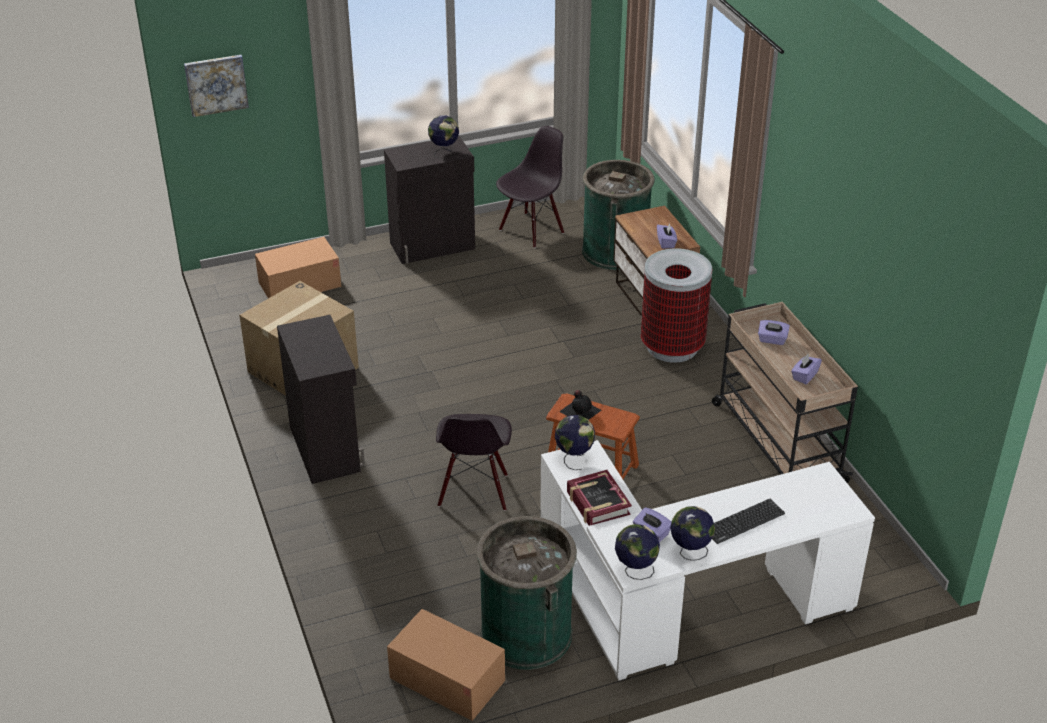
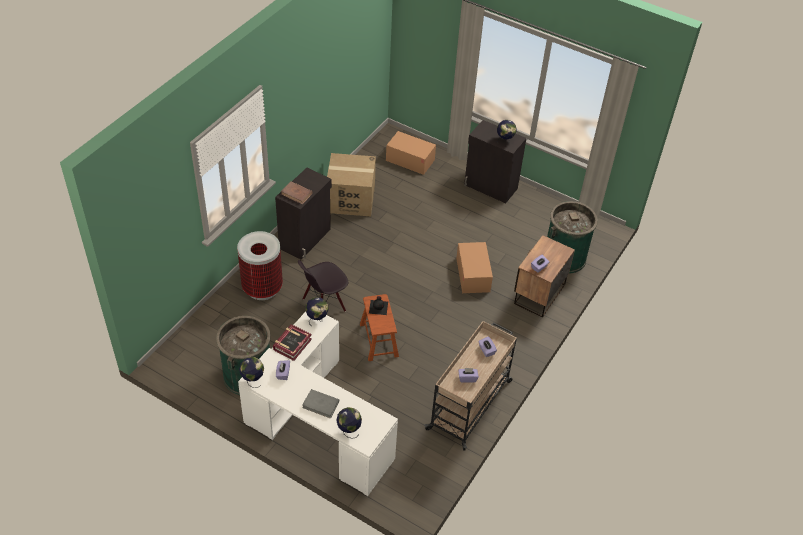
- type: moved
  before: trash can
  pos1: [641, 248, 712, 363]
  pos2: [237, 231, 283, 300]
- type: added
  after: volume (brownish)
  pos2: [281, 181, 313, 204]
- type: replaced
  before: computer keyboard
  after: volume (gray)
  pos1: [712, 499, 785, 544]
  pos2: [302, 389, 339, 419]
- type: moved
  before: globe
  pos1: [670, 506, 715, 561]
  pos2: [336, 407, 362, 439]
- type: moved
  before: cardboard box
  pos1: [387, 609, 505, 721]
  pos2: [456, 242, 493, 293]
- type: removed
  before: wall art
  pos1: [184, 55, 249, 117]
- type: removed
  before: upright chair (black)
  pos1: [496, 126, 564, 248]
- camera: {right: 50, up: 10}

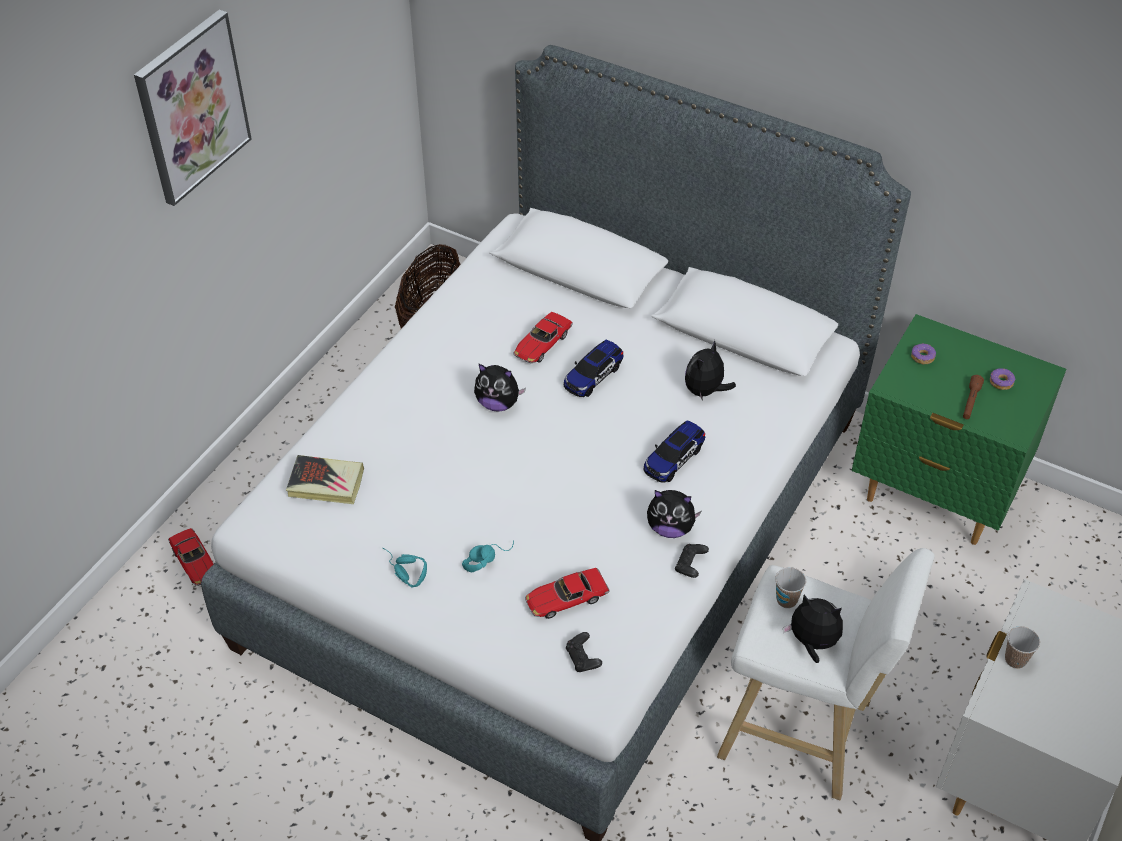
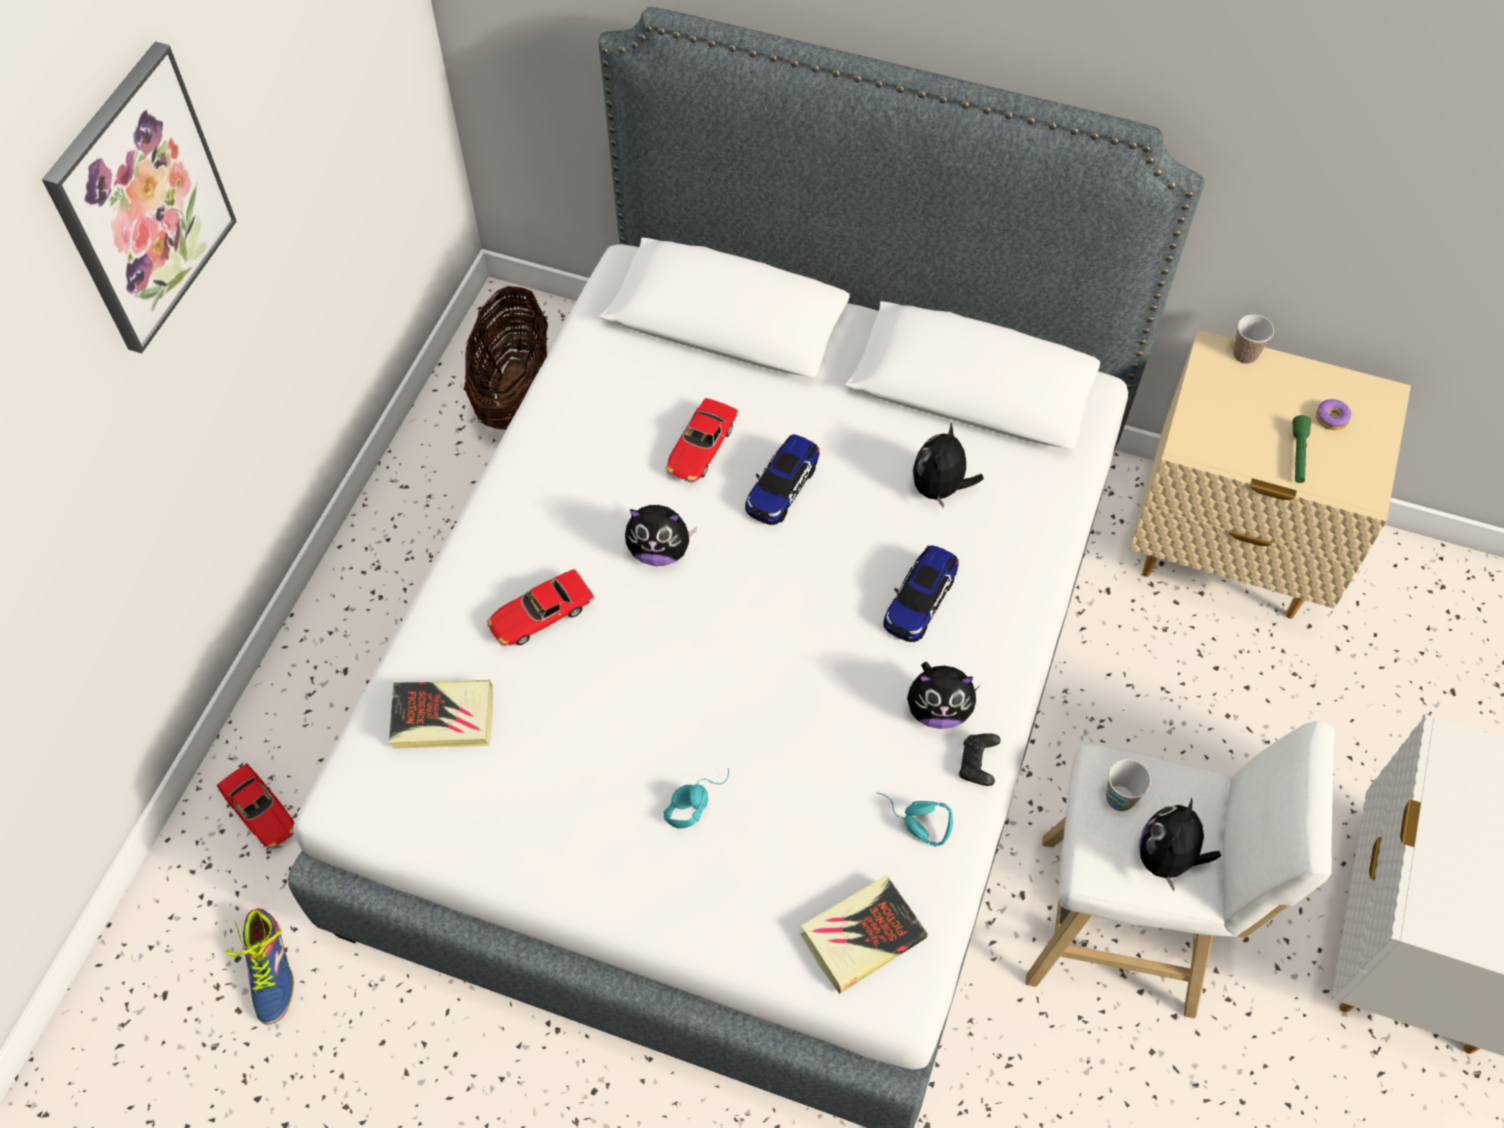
- type: added
  after: low shoe
  pos2: [226, 908, 294, 1025]
- type: moved
  before: model car
  pos1: [525, 568, 610, 619]
  pos2: [487, 569, 595, 646]
- type: replaced
  before: joypad (black)
  after: volume
  pos1: [566, 632, 602, 672]
  pos2: [800, 875, 928, 994]
- type: moved
  before: pair of headphones (turquoise)
  pos1: [383, 548, 427, 588]
  pos2: [877, 792, 953, 847]
- type: recoloured
  before: nightstand (greenish)
  after: nightstand (sand-coloured)
  pos1: [852, 314, 1066, 545]
  pos2: [1129, 330, 1411, 619]
- type: turned
  before: cuddly toy
  pos1: [783, 595, 843, 663]
  pos2: [1139, 797, 1221, 891]
  turn: -75
- type: moved
  before: drinking cup
  pos1: [1005, 626, 1040, 669]
  pos2: [1233, 314, 1274, 364]
- type: recoloured
  before: flashlight (brownish)
  after: flashlight (greenish)
  pos1: [963, 375, 984, 419]
  pos2: [1293, 415, 1311, 483]
- type: removed
  before: donut
  pos1: [911, 343, 936, 364]
- camera: {right: -10, up: 10}

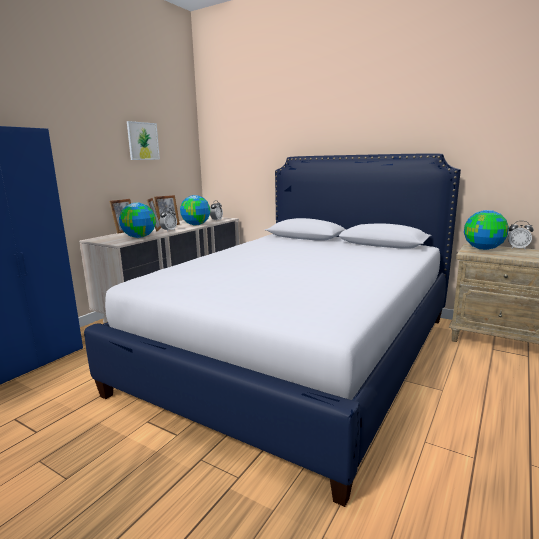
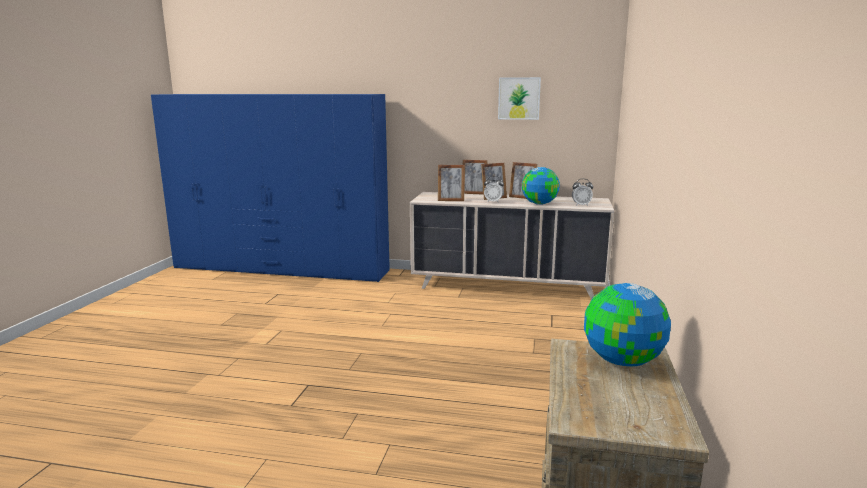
- type: replaced
  before: globe
  after: picture frame
  pos1: [119, 203, 156, 238]
  pos2: [438, 165, 465, 201]
- type: removed
  before: bedroom bed
  pos1: [84, 153, 461, 507]
- type: removed
  before: alarm clock
  pos1: [508, 221, 534, 250]
- camera: {right: 70, up: 0}

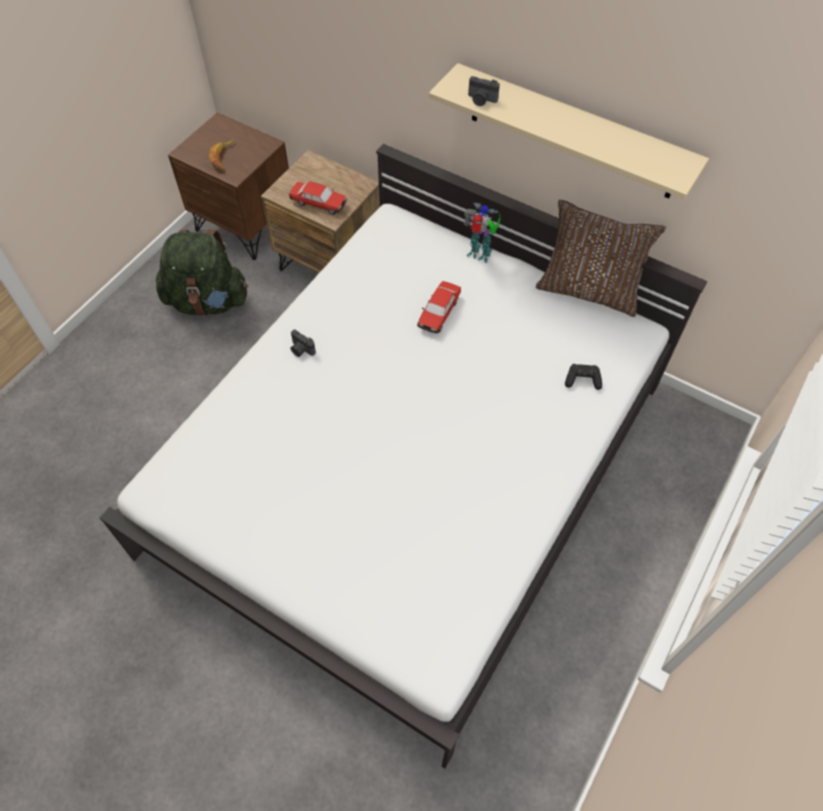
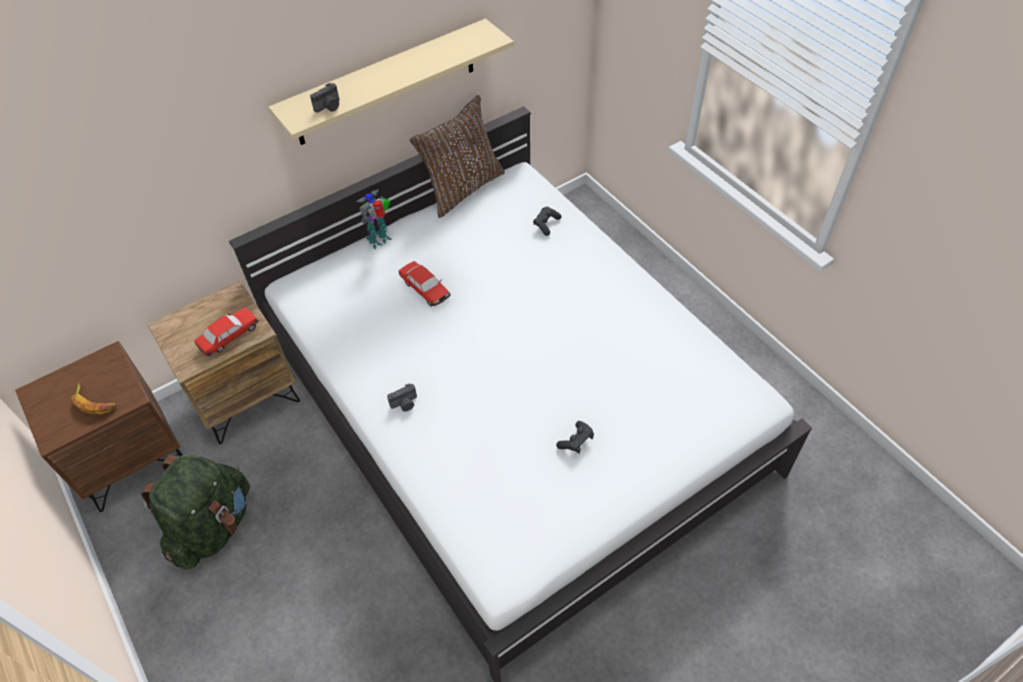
- type: added
  after: joypad (black)
  pos2: [556, 421, 594, 454]
- camera: {right: -65, up: -5}

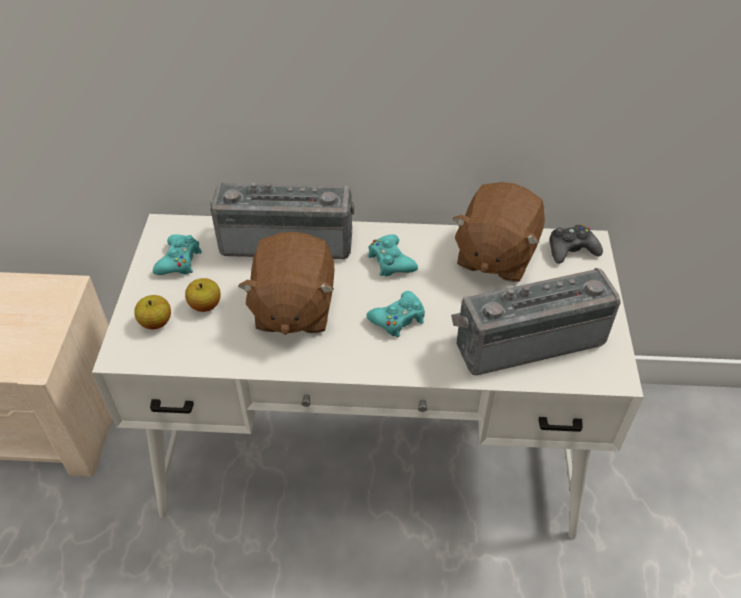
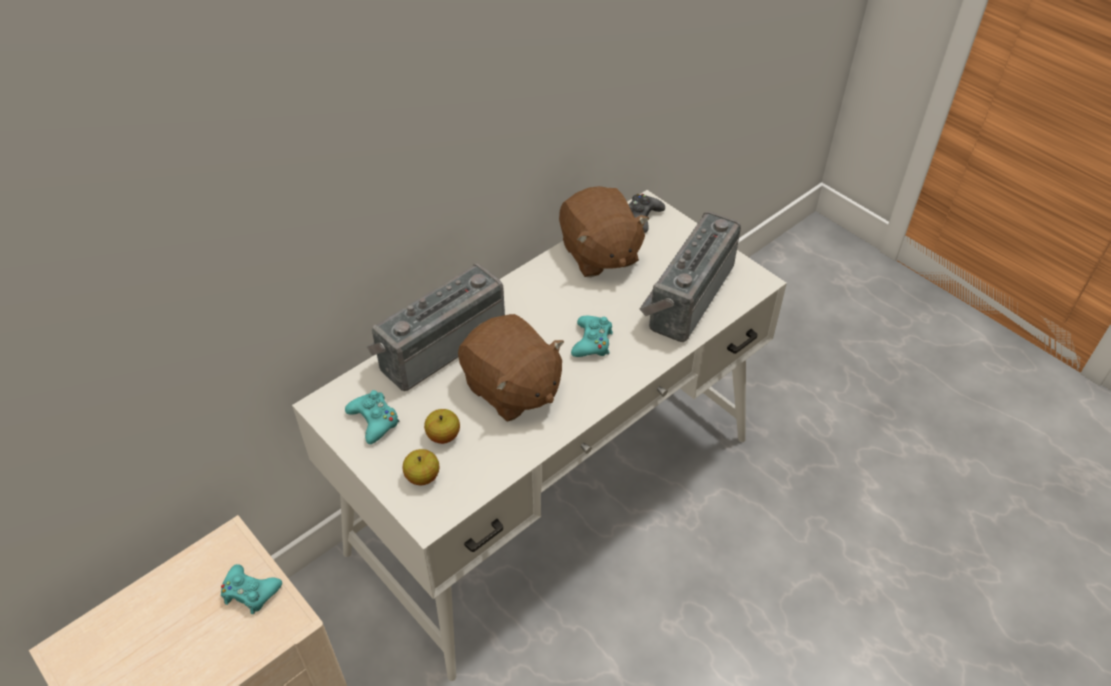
- type: moved
  before: joypad (turquoise)
  pos1: [368, 234, 418, 276]
  pos2: [221, 564, 282, 614]
- camera: {right: -45, up: 0}

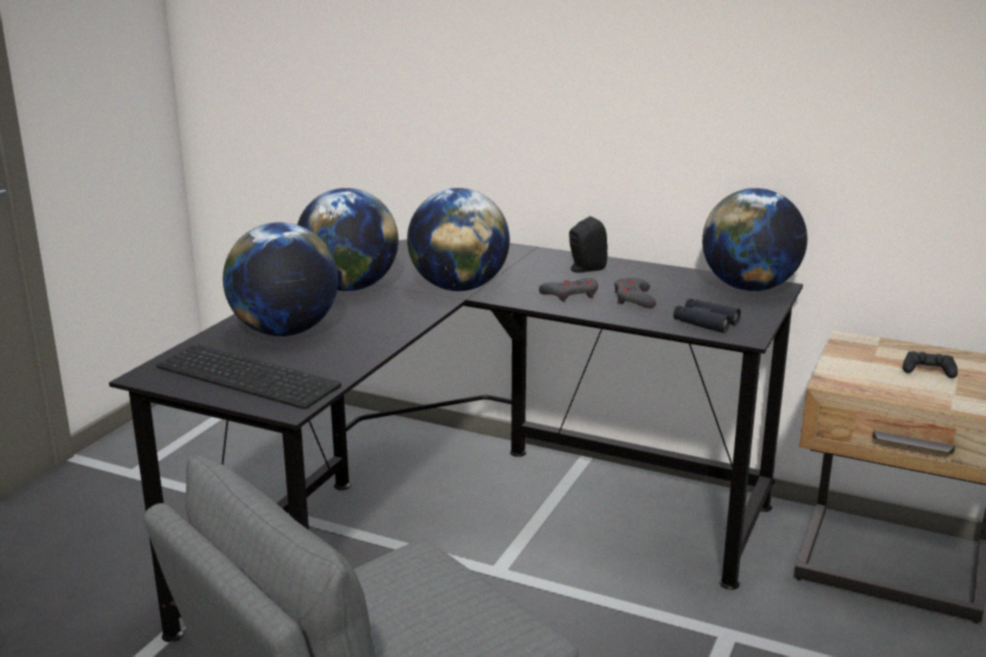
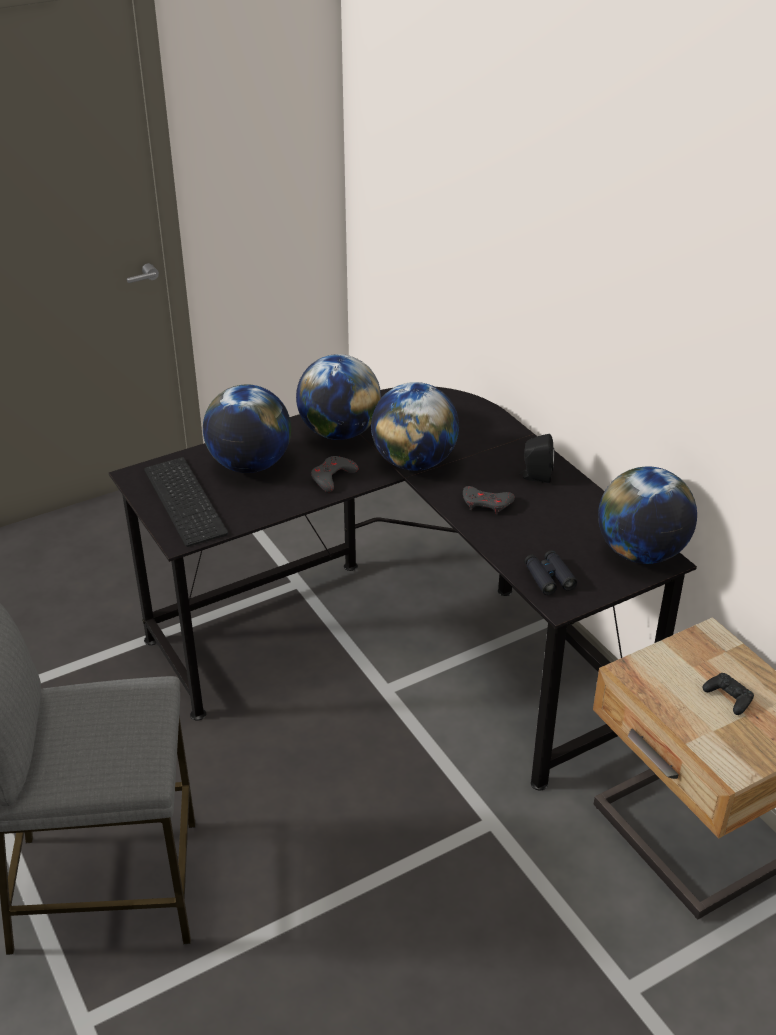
- type: moved
  before: joypad (gray)
  pos1: [614, 278, 656, 308]
  pos2: [311, 456, 358, 492]
- camera: {right: 35, up: 15}

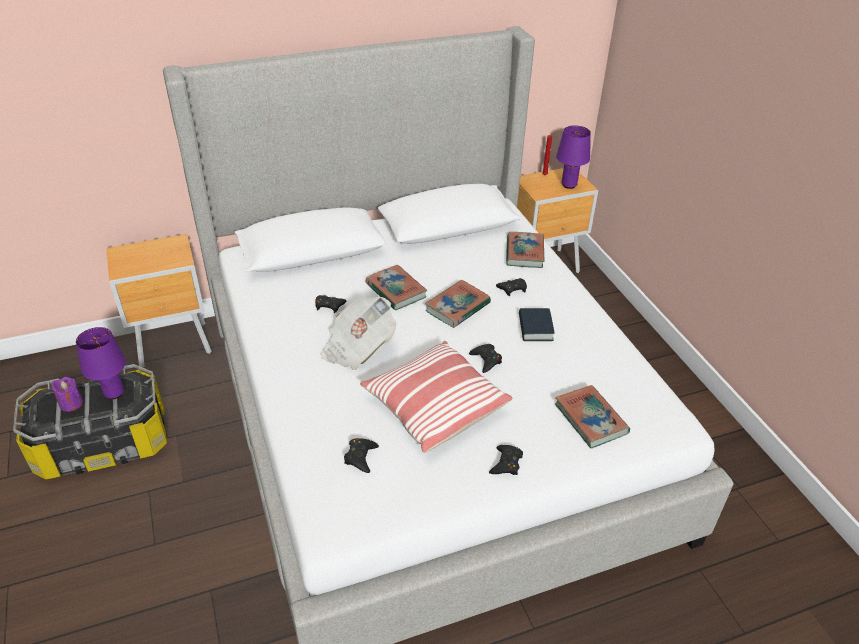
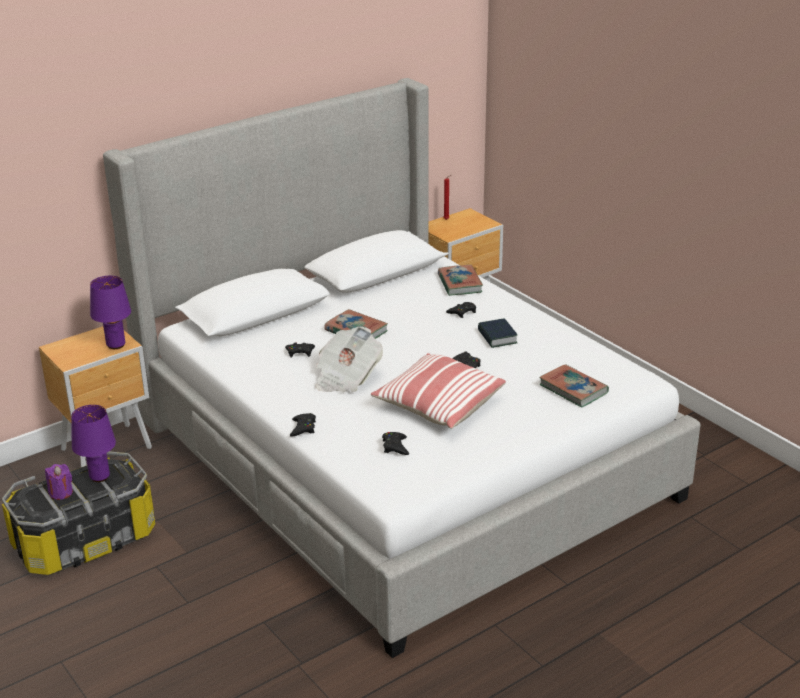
- type: moved
  before: tabletop lamp (purple-coloured)
  pos1: [556, 125, 591, 189]
  pos2: [90, 276, 131, 349]
- type: moved
  before: joypad (black)
  pos1: [489, 445, 523, 475]
  pos2: [290, 413, 316, 437]
- type: removed
  before: volume
  pos1: [425, 280, 491, 328]
- camera: {right: -15, up: -10}

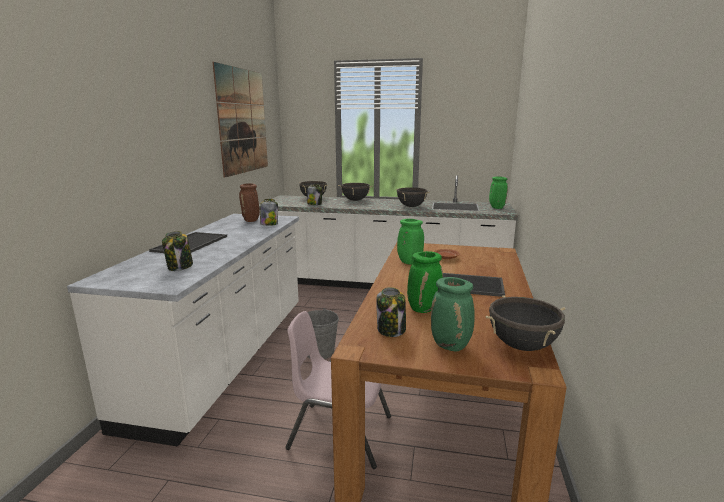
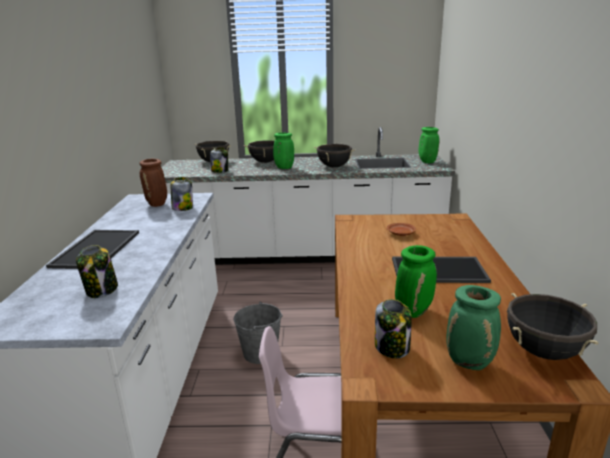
- type: moved
  before: vase (greenish)
  pos1: [397, 219, 424, 265]
  pos2: [273, 132, 294, 169]
- type: removed
  before: wall art
  pos1: [213, 62, 268, 178]
- camera: {right: -10, up: 5}

